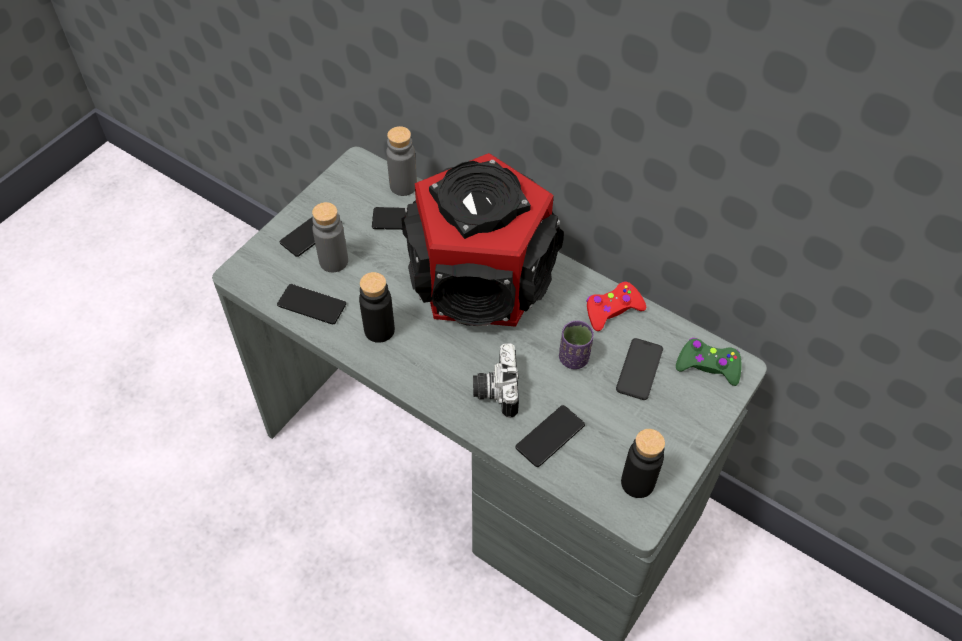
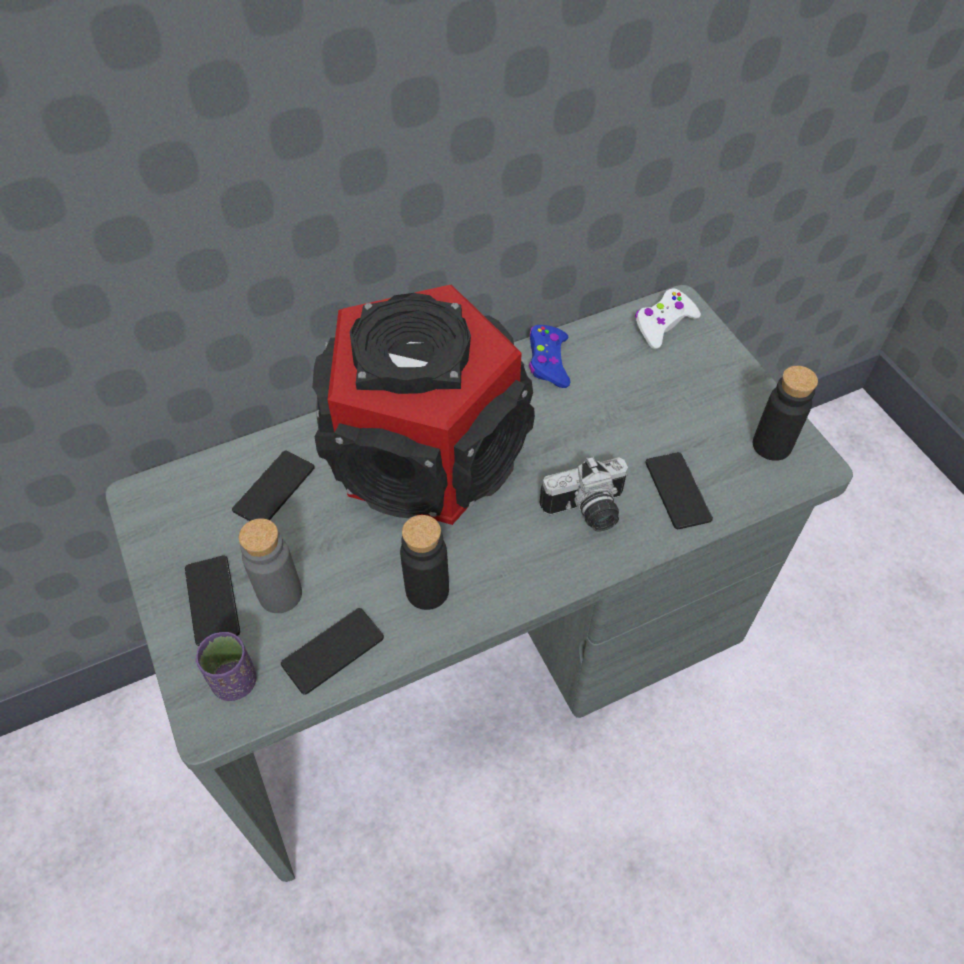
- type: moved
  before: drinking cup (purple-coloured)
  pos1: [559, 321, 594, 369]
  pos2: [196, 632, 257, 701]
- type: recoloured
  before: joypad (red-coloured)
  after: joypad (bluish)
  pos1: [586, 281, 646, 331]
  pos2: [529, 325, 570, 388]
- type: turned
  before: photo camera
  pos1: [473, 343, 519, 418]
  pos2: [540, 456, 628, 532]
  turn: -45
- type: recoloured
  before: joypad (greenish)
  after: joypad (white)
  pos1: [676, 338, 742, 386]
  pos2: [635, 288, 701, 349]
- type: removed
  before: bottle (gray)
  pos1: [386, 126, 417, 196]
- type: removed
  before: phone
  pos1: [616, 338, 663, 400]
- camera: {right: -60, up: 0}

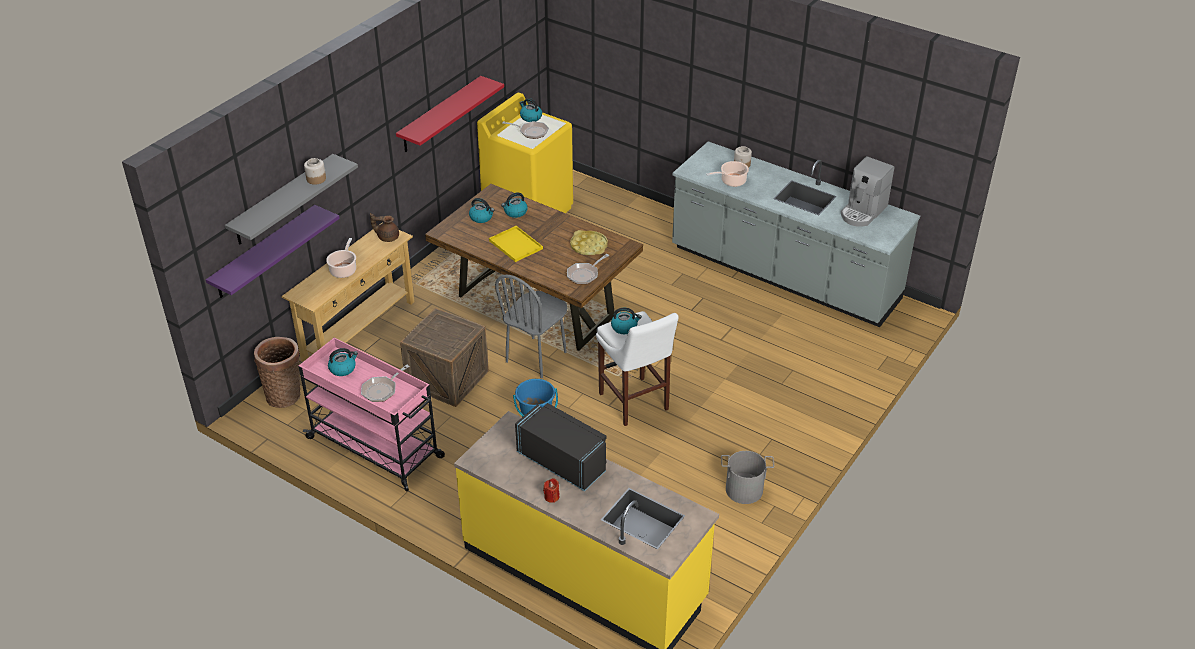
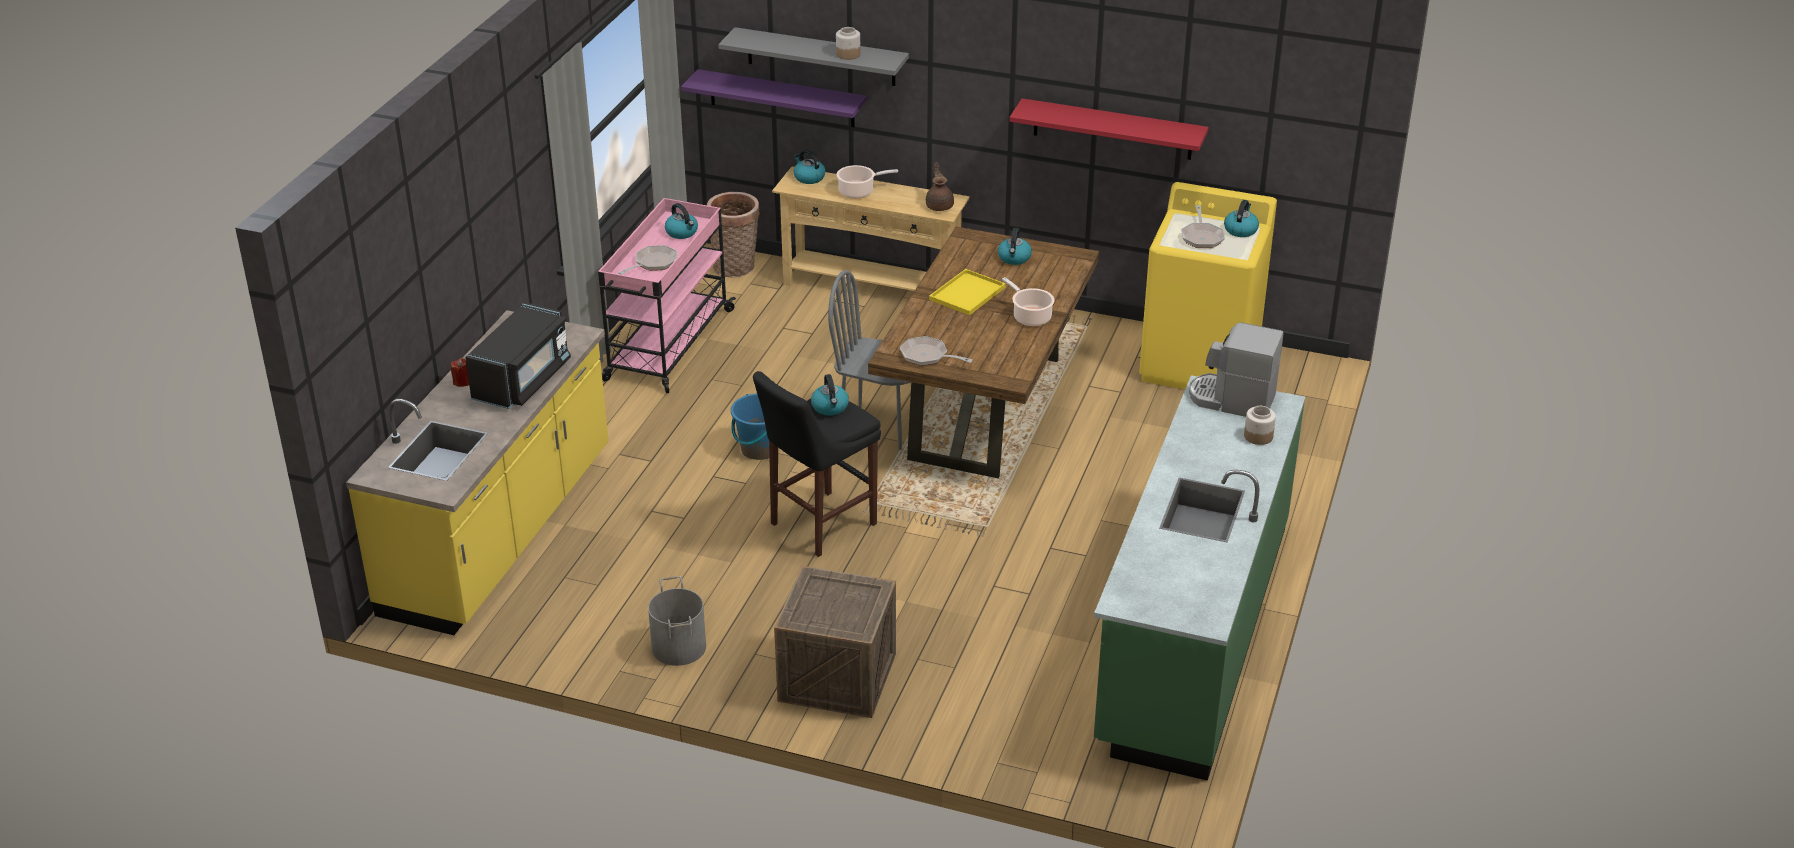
- type: turned
  before: skillet
  pos1: [361, 364, 409, 402]
  pos2: [618, 245, 677, 275]
  turn: 105
- type: recoloured
  before: sitting stool (white)
  after: sitting stool (black)
  pos1: [596, 311, 679, 426]
  pos2: [753, 371, 881, 557]
- type: moved
  before: crate
  pos1: [400, 308, 489, 407]
  pos2: [774, 566, 896, 718]
- type: moved
  before: water kettle
  pos1: [501, 192, 528, 218]
  pos2: [794, 150, 826, 184]
- type: moved
  before: stockpot
  pos1: [706, 161, 749, 187]
  pos2: [1002, 277, 1055, 326]
- type: recoloured
  before: kitchen base unit (gray)
  after: kitchen base unit (greenish)
  pos1: [672, 141, 920, 327]
  pos2: [1094, 375, 1305, 781]
- type: moved
  before: coffee brewer
  pos1: [841, 156, 895, 227]
  pos2: [1189, 322, 1284, 417]
- type: removed
  before: serving tray (yellowish)
  pos1: [570, 230, 608, 255]
- camera: {right: 75, up: -5}

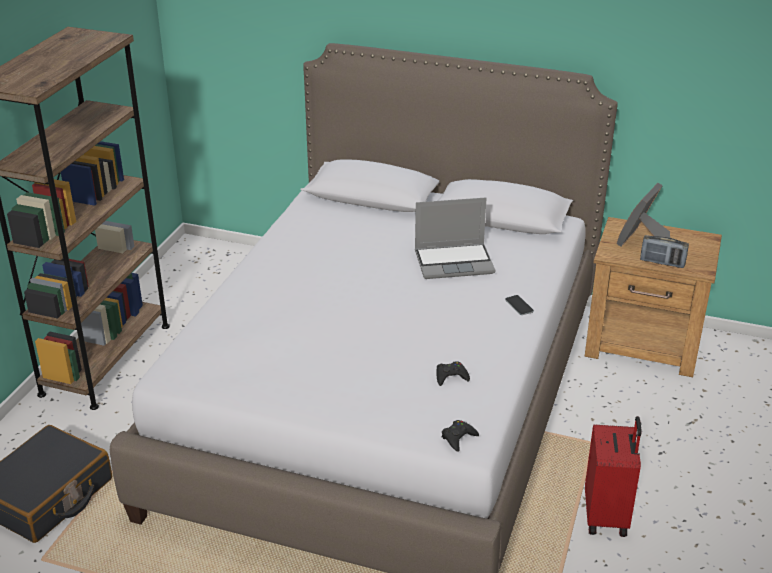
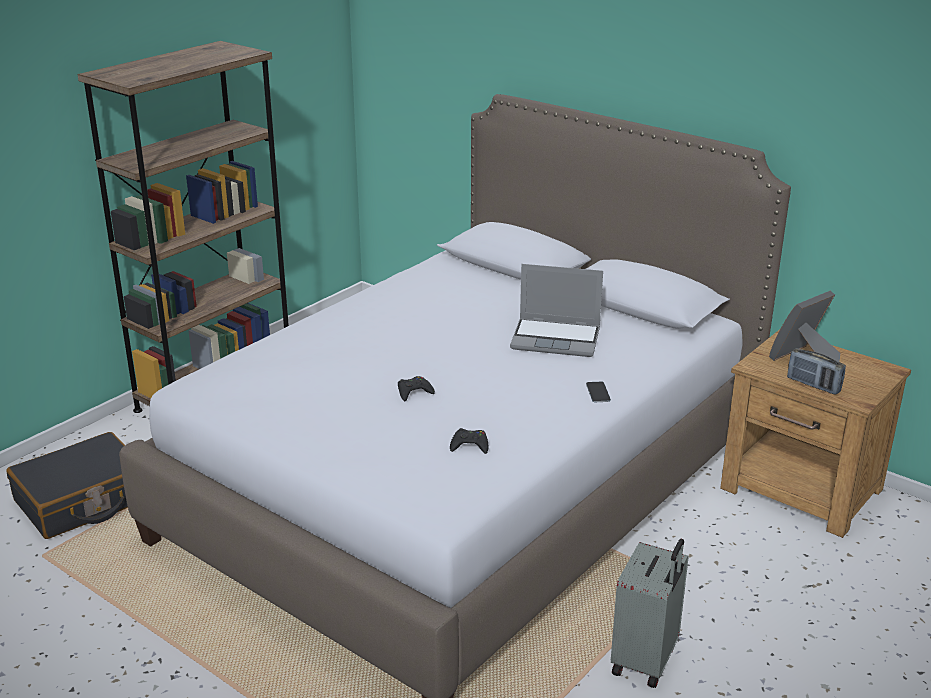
- type: moved
  before: joypad (black)
  pos1: [442, 420, 479, 452]
  pos2: [398, 376, 435, 401]
- type: recoloured
  before: travel case (red-coloured)
  after: travel case (gray)
  pos1: [585, 416, 642, 537]
  pos2: [611, 539, 689, 688]
- camera: {right: 20, up: -5}

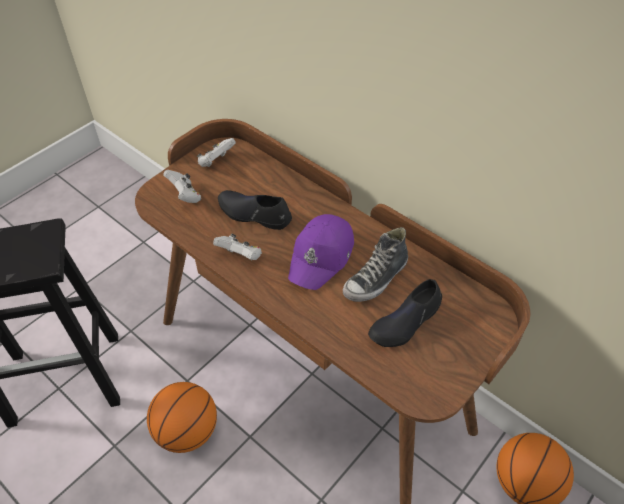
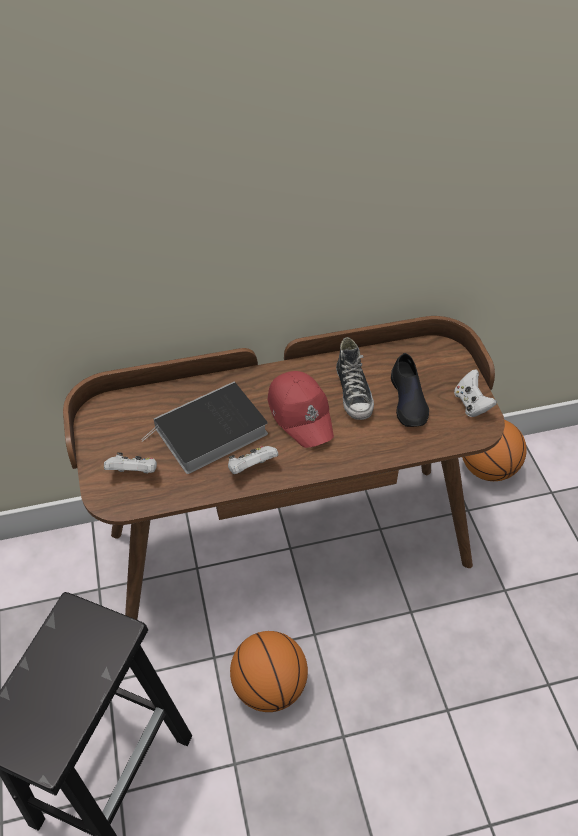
- type: replaced
  before: low shoe (black)
  after: volume
  pos1: [218, 190, 292, 230]
  pos2: [141, 381, 268, 474]
- type: recoloured
  before: peaked cap (purple-coloured)
  after: peaked cap (red-coloured)
  pos1: [288, 214, 354, 290]
  pos2: [268, 371, 334, 448]
- type: moved
  before: joypad (white)
  pos1: [197, 138, 236, 167]
  pos2: [454, 370, 497, 417]
- camera: {right: -55, up: 0}

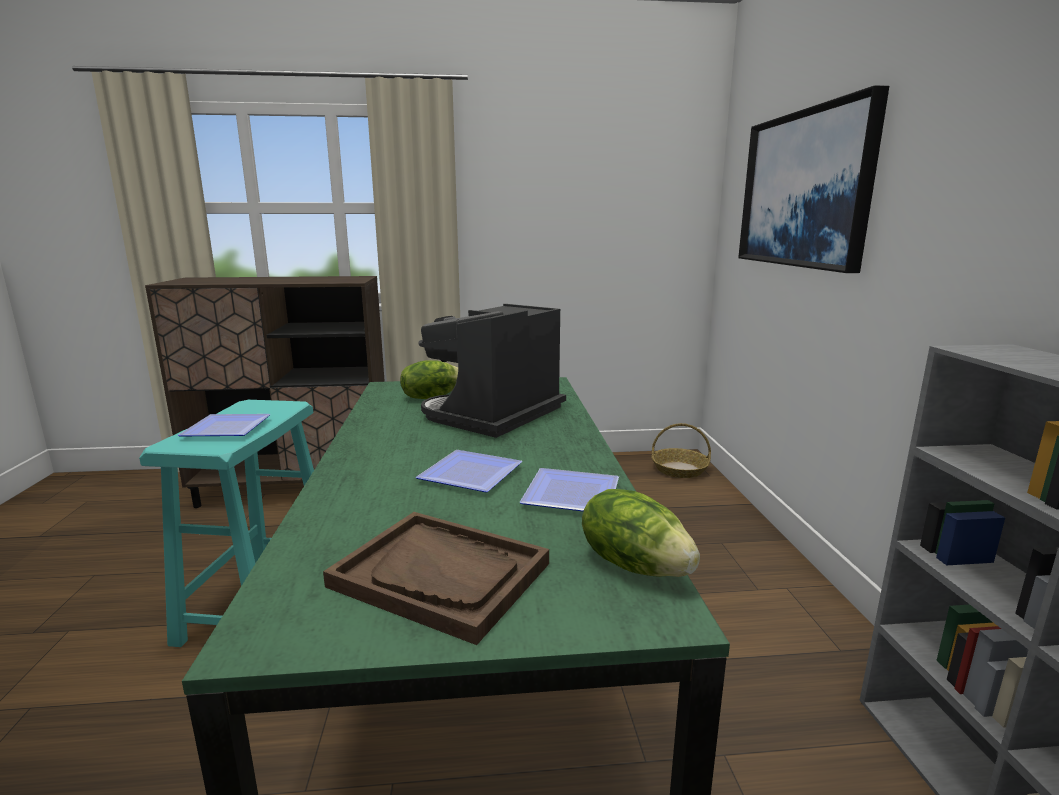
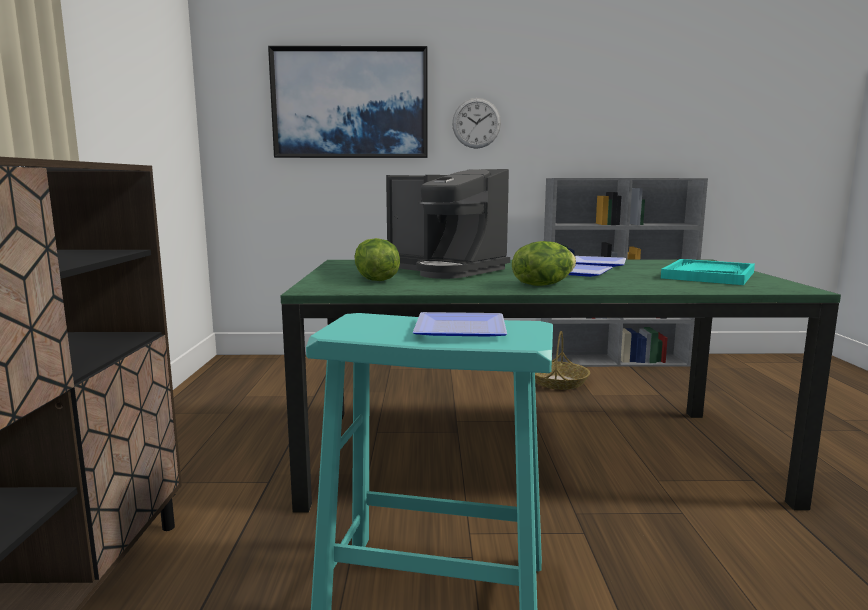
- type: added
  after: clock on the wall
  pos2: [452, 98, 501, 149]
- type: moved
  before: lettuce head
  pos1: [582, 489, 700, 577]
  pos2: [512, 241, 576, 286]
- type: moved
  before: household basket
  pos1: [651, 423, 711, 478]
  pos2: [535, 331, 590, 390]
- type: recoloured
  before: serving tray (brownish)
  after: serving tray (turquoise)
  pos1: [323, 512, 549, 645]
  pos2: [661, 259, 755, 285]
- camera: {right: -85, up: -5}

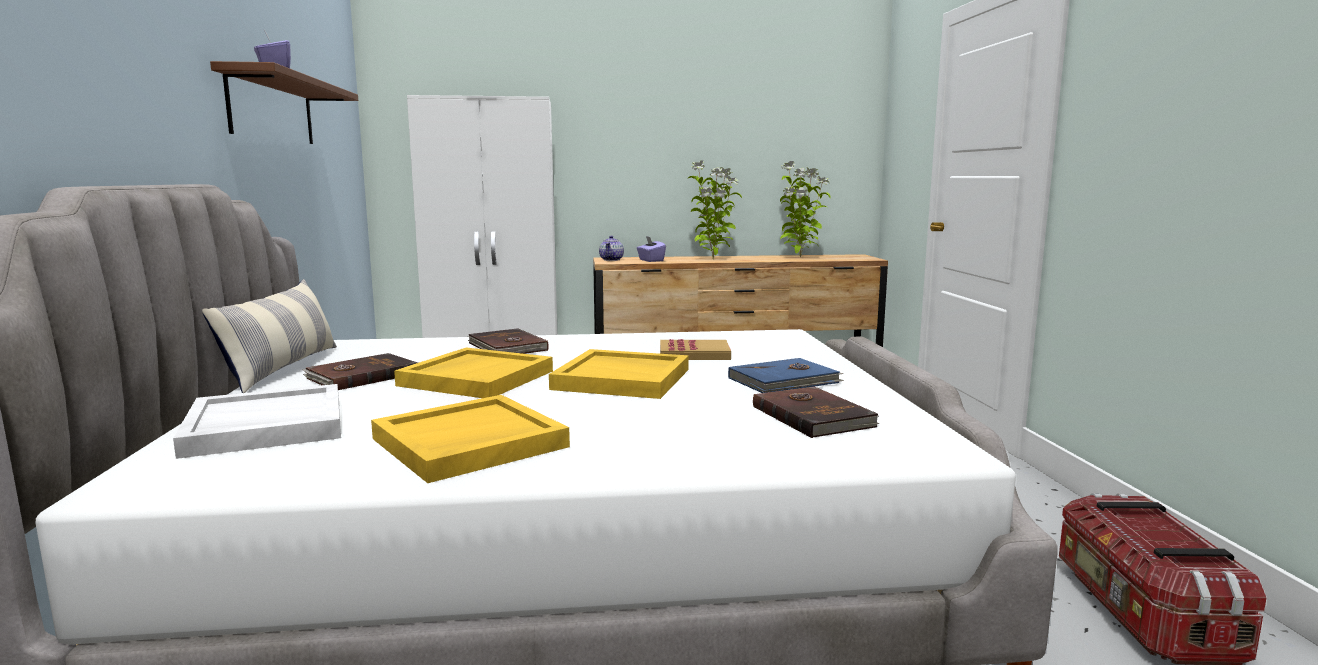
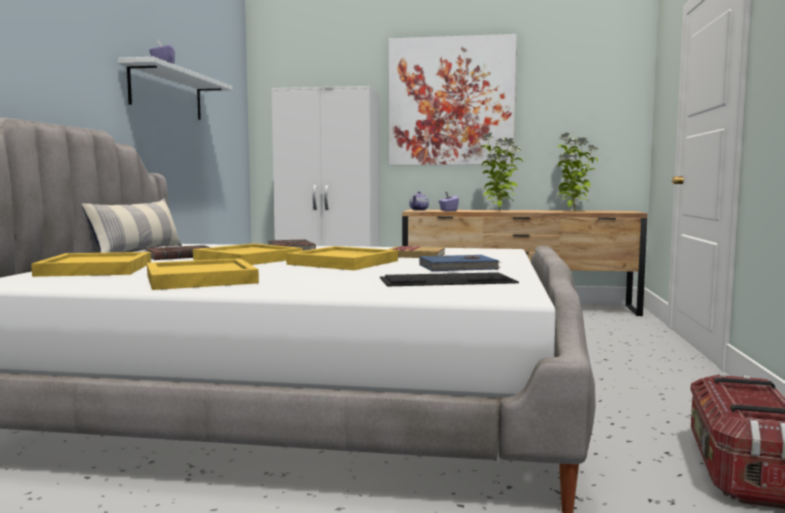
- type: recoloured
  before: serving tray (white)
  after: serving tray (yellowish)
  pos1: [173, 384, 341, 459]
  pos2: [31, 252, 151, 277]
- type: recoloured
  before: wall shelf (brownish)
  after: wall shelf (white)
  pos1: [210, 61, 358, 144]
  pos2: [118, 57, 232, 120]
- type: replaced
  before: volume (brownish)
  after: computer keyboard
  pos1: [753, 386, 879, 438]
  pos2: [380, 272, 519, 286]
- type: added
  after: wall art
  pos2: [389, 34, 517, 165]
- camera: {right: 15, up: -5}

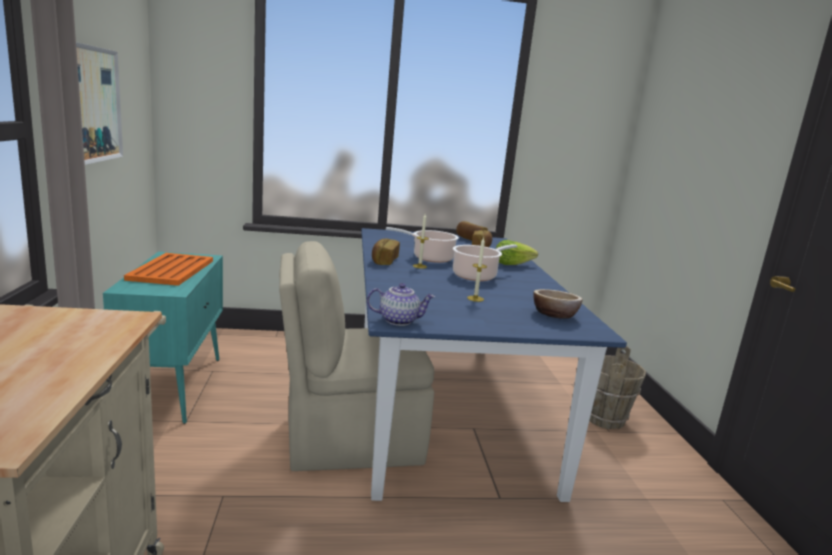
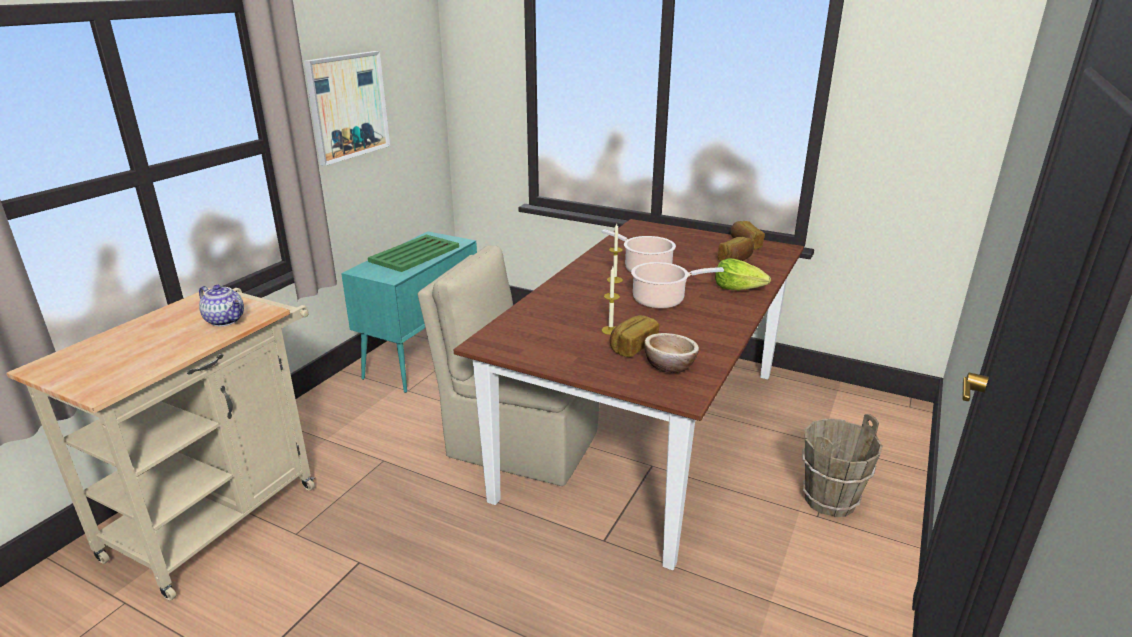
- type: moved
  before: teapot
  pos1: [367, 283, 435, 326]
  pos2: [199, 285, 244, 326]
- type: recoloured
  before: serving tray (orange)
  after: serving tray (greenish)
  pos1: [124, 253, 213, 286]
  pos2: [368, 235, 459, 272]
- type: recoloured
  before: dinner table (bluish)
  after: dinner table (brownish)
  pos1: [361, 228, 627, 502]
  pos2: [453, 219, 804, 570]
- type: moved
  before: bread
  pos1: [372, 239, 400, 265]
  pos2: [610, 315, 659, 357]
- camera: {right: 35, up: 10}

